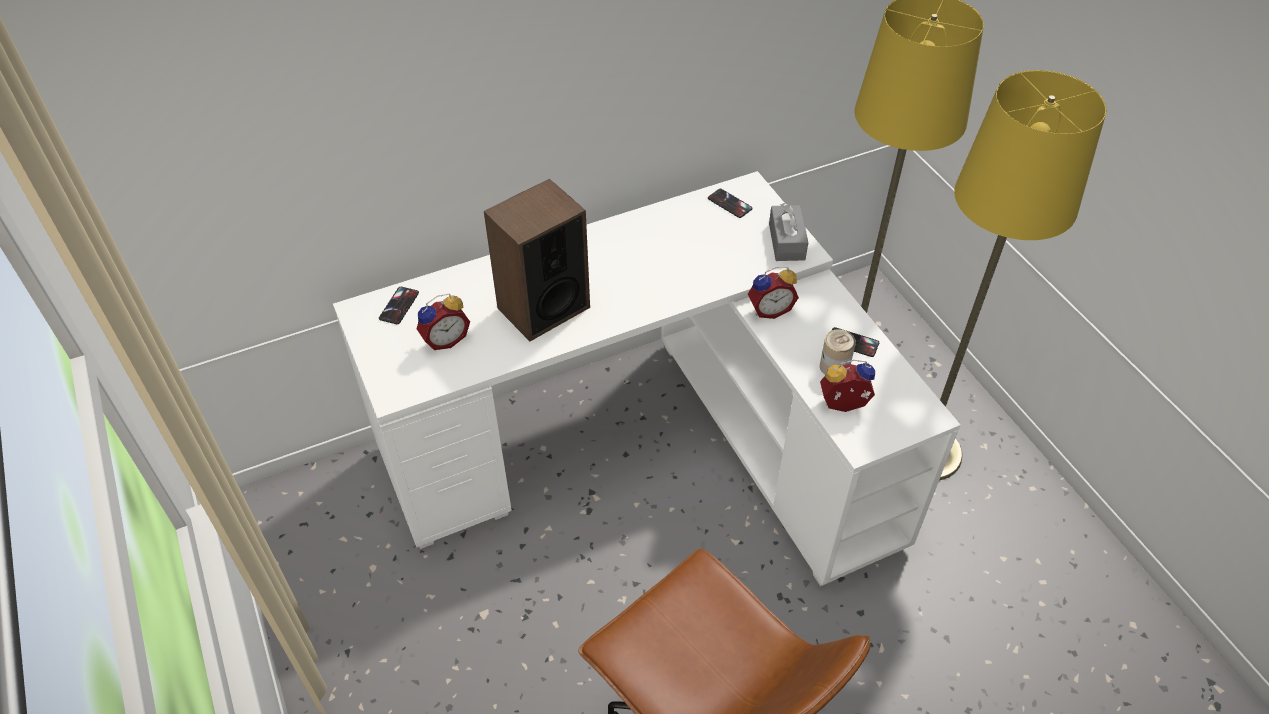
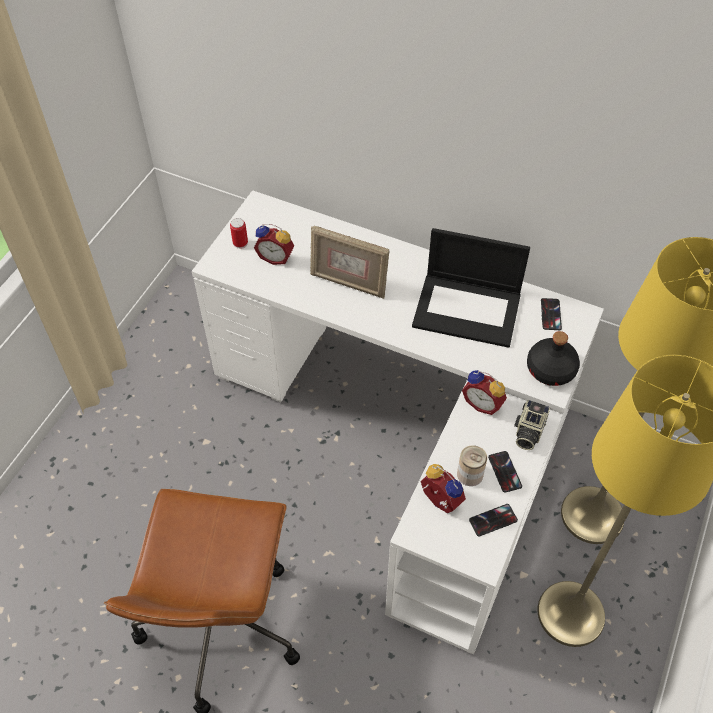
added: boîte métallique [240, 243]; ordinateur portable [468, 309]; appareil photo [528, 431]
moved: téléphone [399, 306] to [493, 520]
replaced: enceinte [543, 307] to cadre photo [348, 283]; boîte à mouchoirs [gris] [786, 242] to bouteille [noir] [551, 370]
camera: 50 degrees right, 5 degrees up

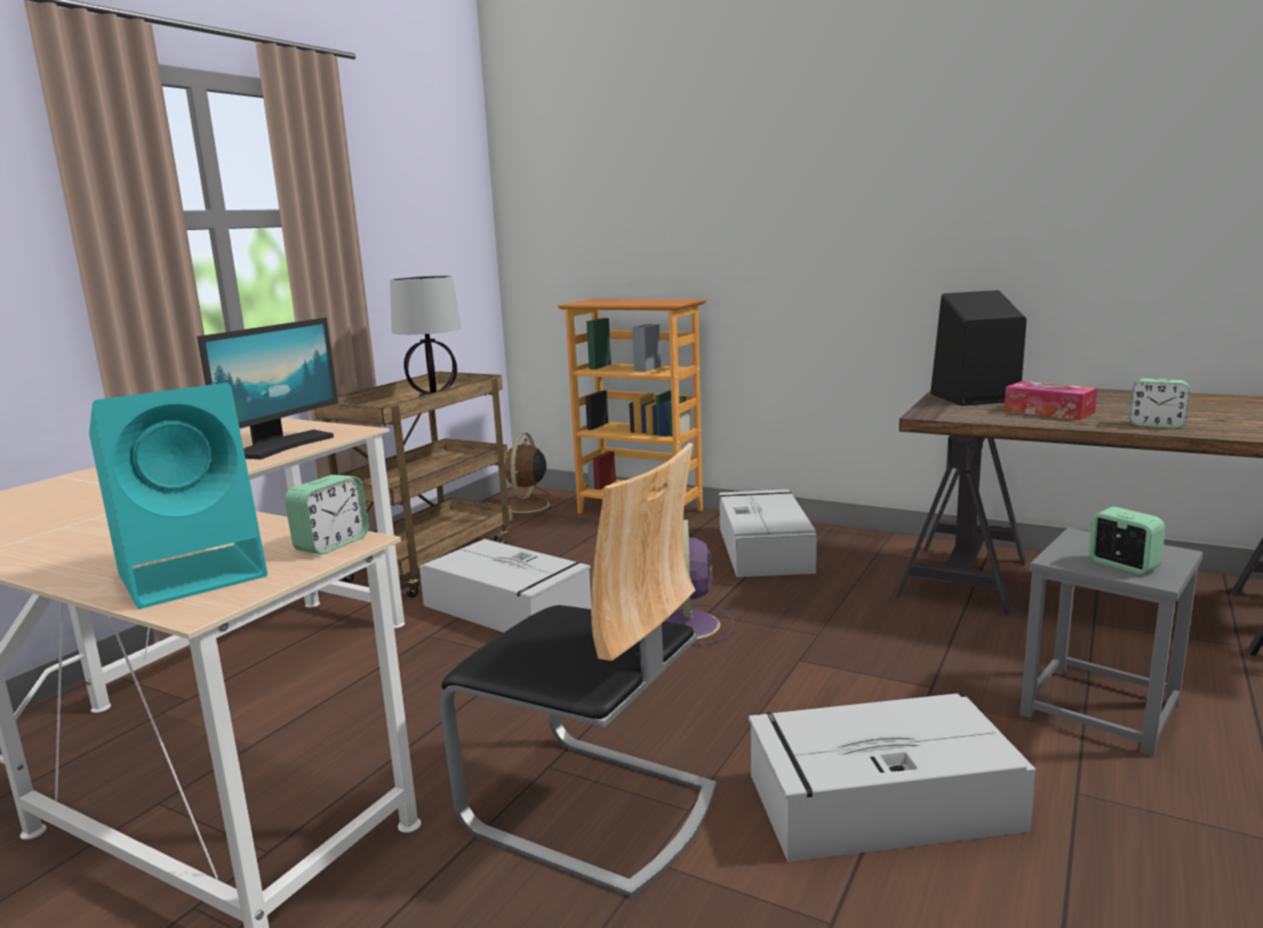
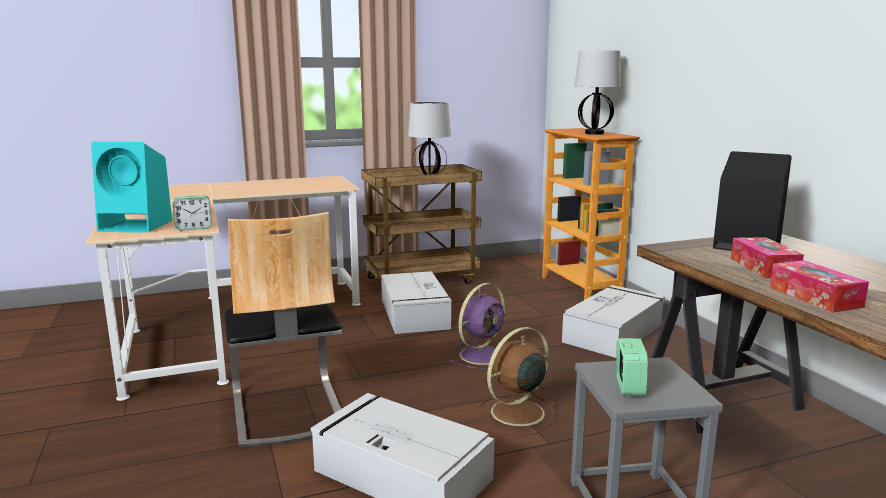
removed: écran d'ordinateur [282, 446]
added: lampe de table [595, 133]
moved: ventilateur [marron] [526, 507] to [515, 413]
replaced: réveil [1156, 425] to boîte à mouchoirs [815, 297]
camera: 40 degrees right, 0 degrees up

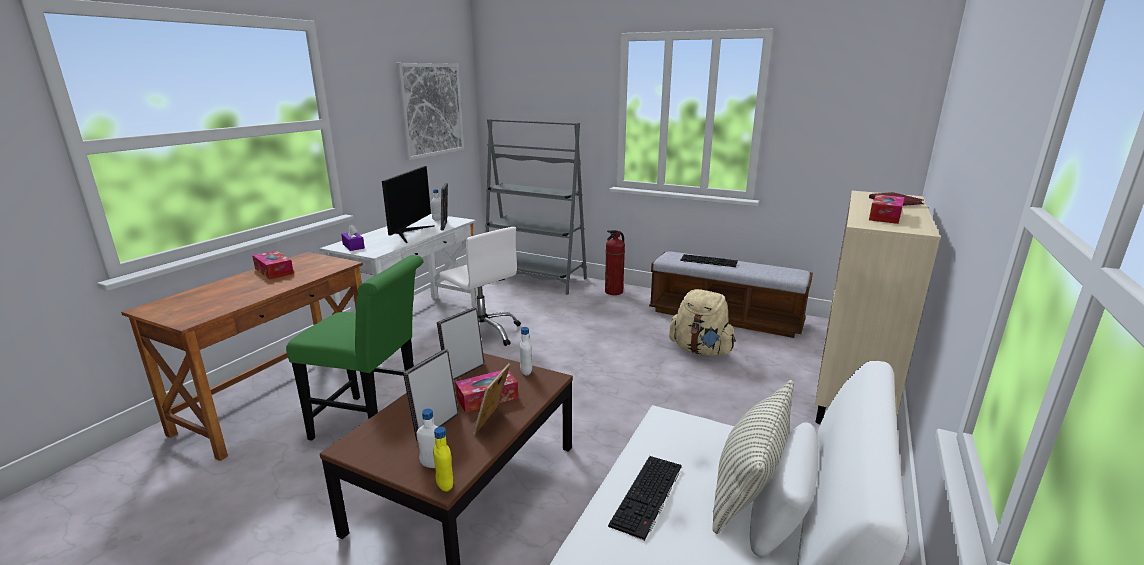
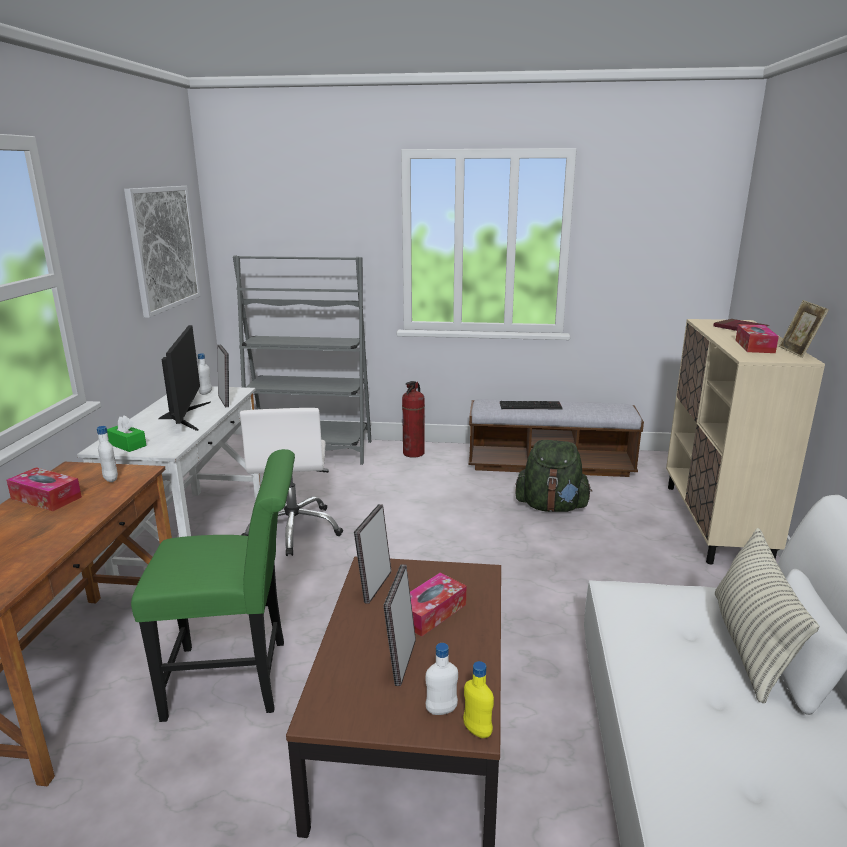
removed: clavier [648, 496]
moved: bouteille [blanc] [526, 372] to [111, 479]; cadre photo [493, 422] to [797, 352]
recoloured: boîte à mouchoirs [violet] [353, 246] to boîte à mouchoirs [vert] [127, 445]; sac à dos [beige] [700, 350] to sac à dos [vert] [551, 507]
turned: chaise de bureau [blanc] [483, 333] = [294, 529] 60 degrees clockwise
camera: 20 degrees left, 0 degrees up

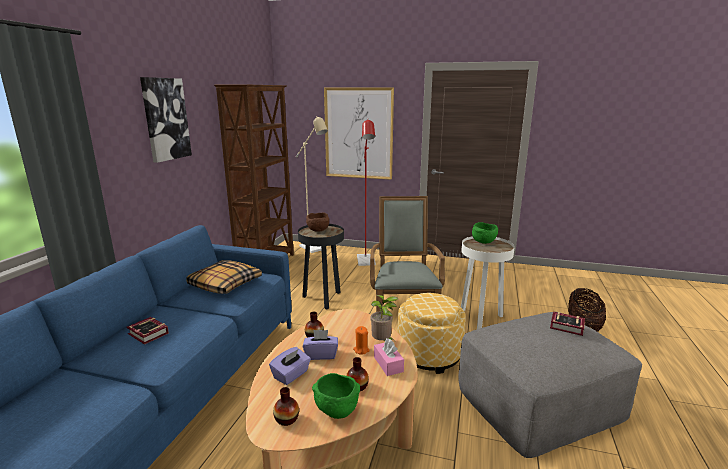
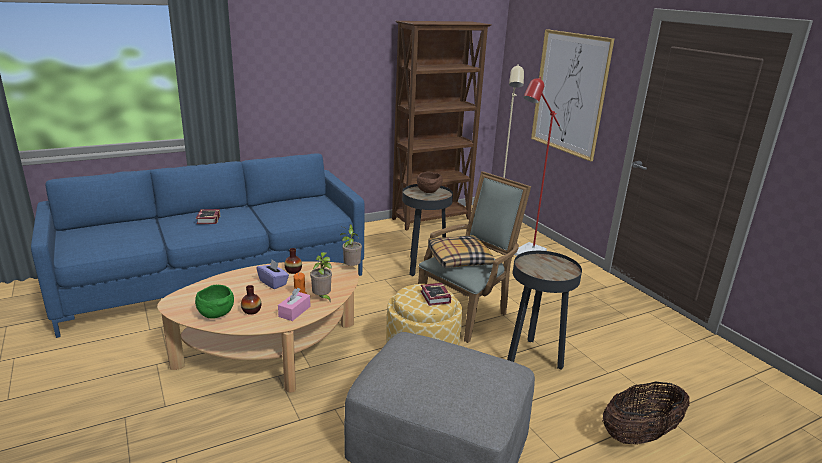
removed: tableau [165, 119]; boîte à mouchoirs [violet] [291, 375]; vase [286, 419]; bol [vert] [484, 242]
added: plante en pot [351, 268]
moved: livre [568, 327] to [435, 298]; coussin [224, 284] to [458, 259]
recoloured: table d'appoint [blanc] [480, 319] to table d'appoint [noir] [533, 358]
camera: 45 degrees right, 5 degrees up

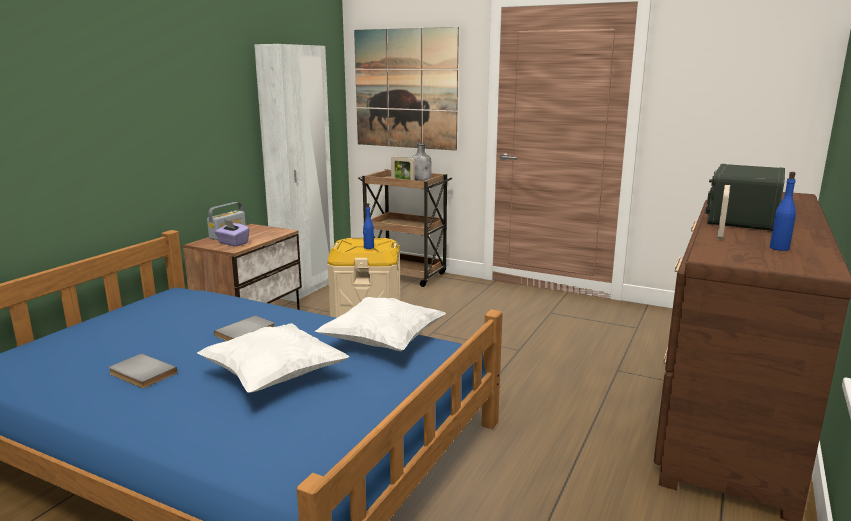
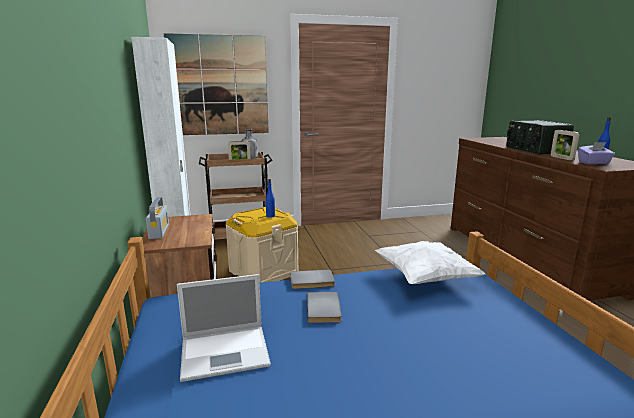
removed: coussin [blanc] [275, 378]
added: ordinateur portable [226, 352]
moved: livre [gris] [140, 374] to [312, 281]; boîte à mouchoirs [violet] [232, 243] to [594, 163]
camera: 40 degrees left, 0 degrees up

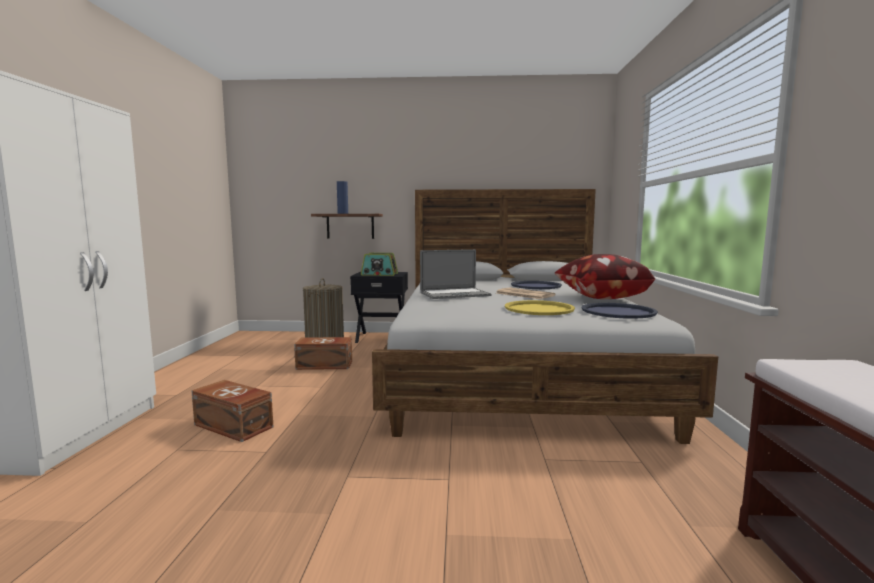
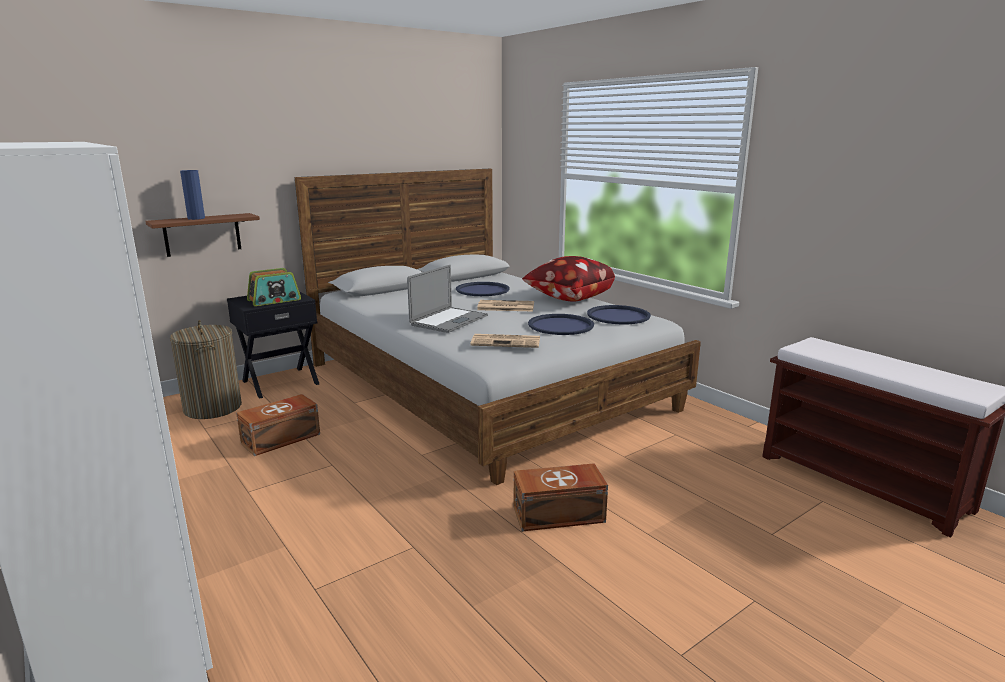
added: journal [507, 342]
moved: boîte de rangement [marron] [233, 426] to [560, 515]
recoloured: plateau [jaune] [539, 309] to plateau [bleu] [561, 325]
camera: 40 degrees left, 10 degrees up

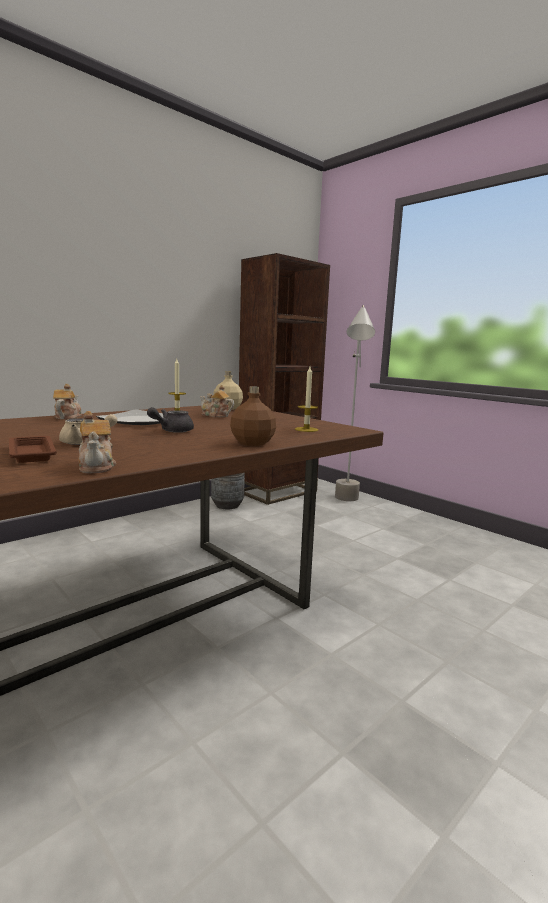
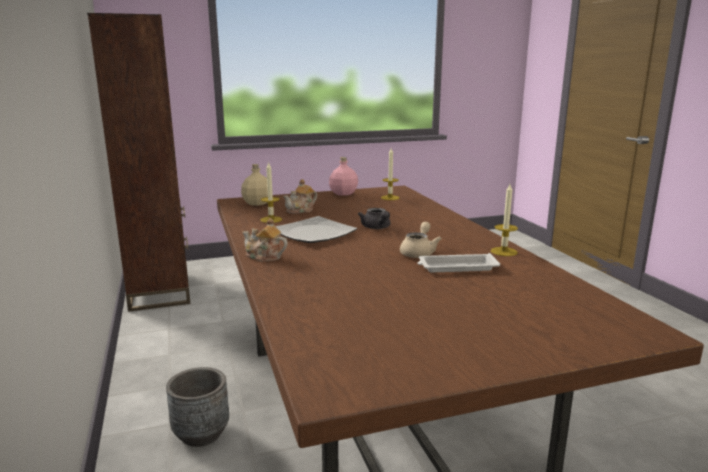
removed: bouteille [marron] [252, 443]; lampadaire [gris] [347, 503]
added: bouteille [rose] [343, 193]
moved: cache-pot [gris] [227, 505] to [201, 433]
replaced: théière [97, 466] to bougie [504, 251]
recoloured: plateau [marron] [32, 453] to plateau [blanc] [456, 267]
camera: 65 degrees left, 5 degrees up

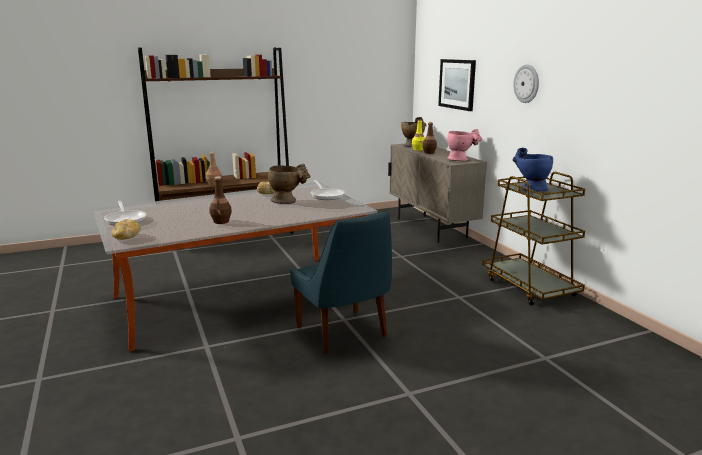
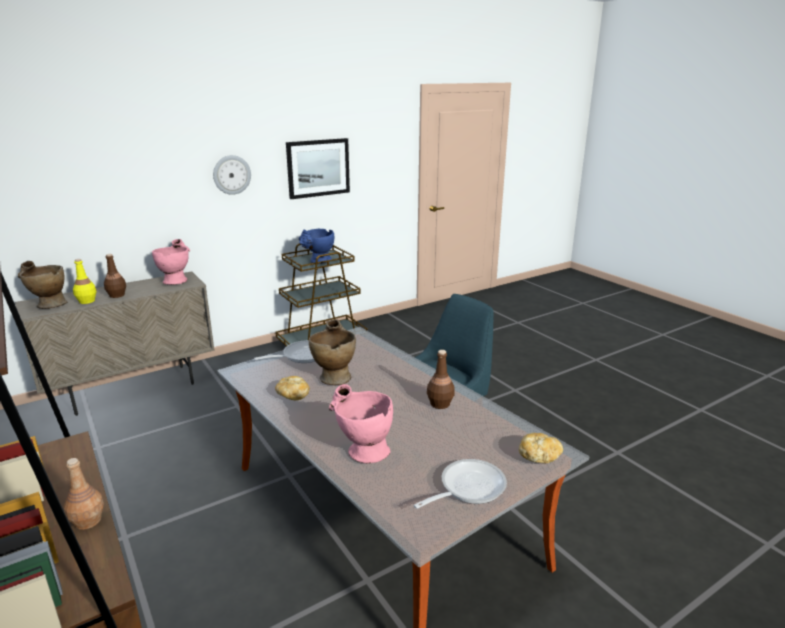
added: vase [rose] [361, 451]
moved: tableau [457, 84] to [318, 168]
camera: 100 degrees left, 5 degrees up

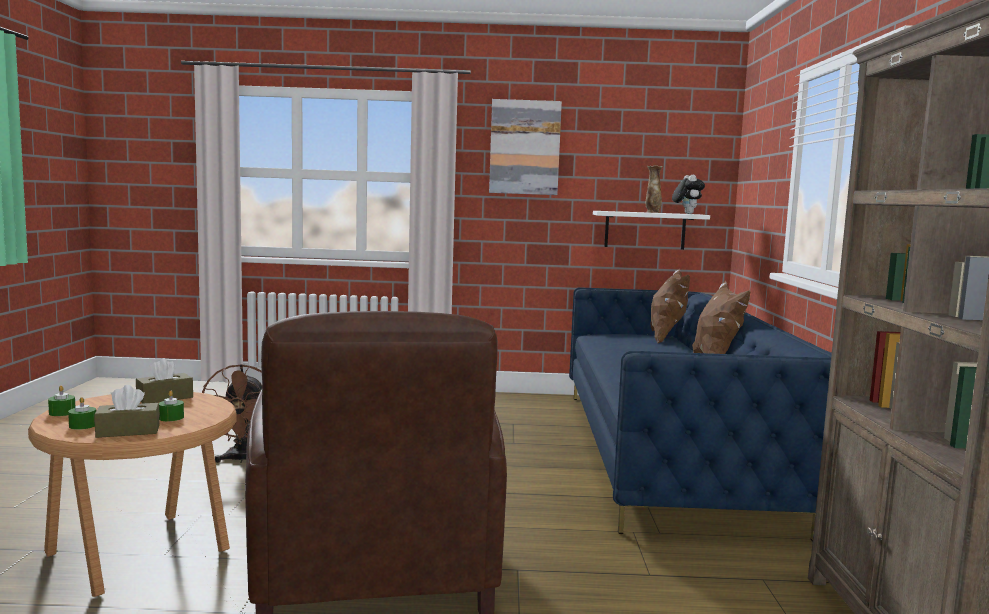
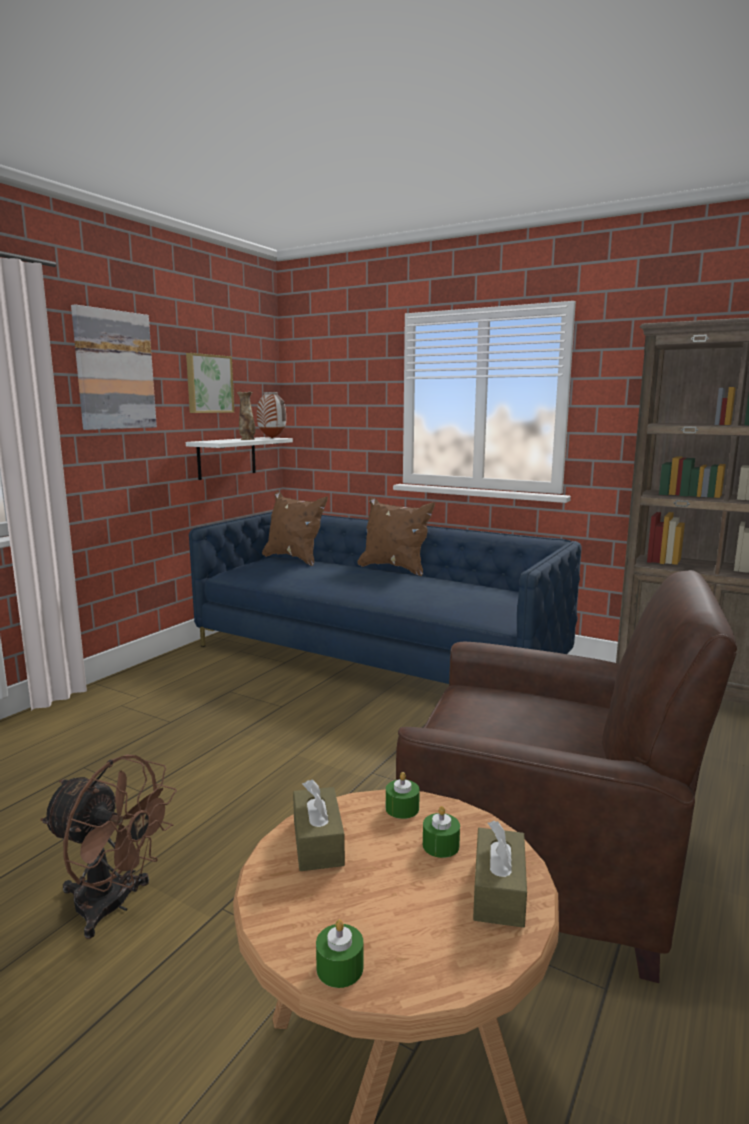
added: tableau [208, 384]
moved: bougie [vert] [83, 425] to [402, 808]
replaced: peluche [686, 213] to vase [271, 438]
camera: 60 degrees left, 5 degrees up

